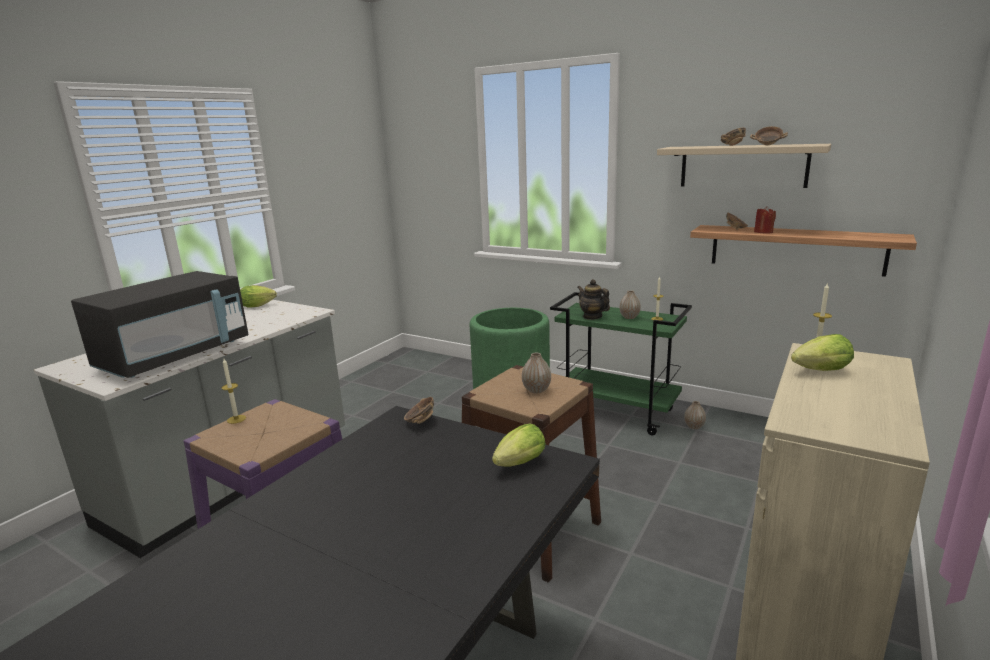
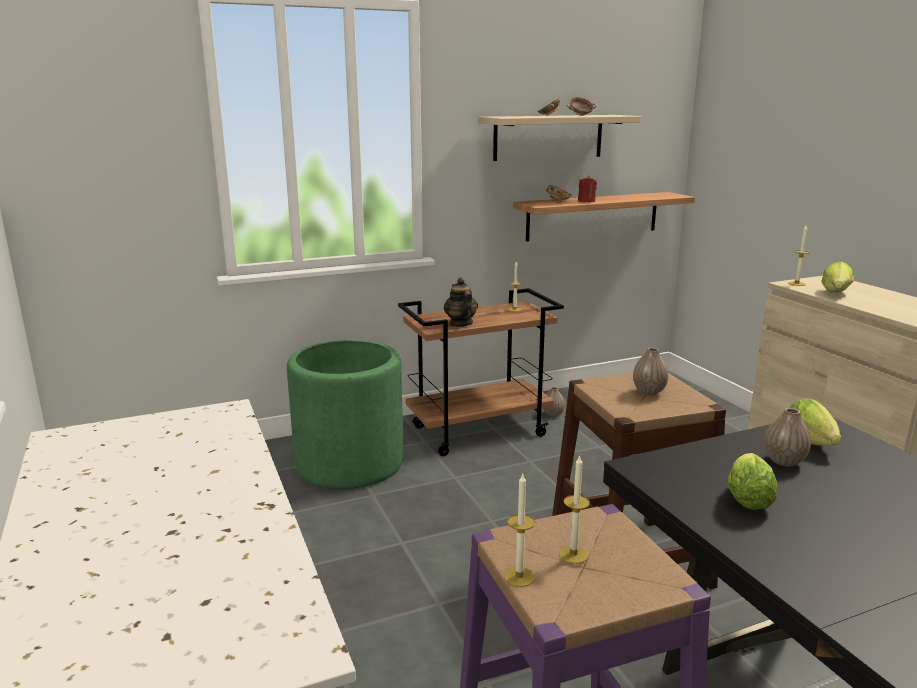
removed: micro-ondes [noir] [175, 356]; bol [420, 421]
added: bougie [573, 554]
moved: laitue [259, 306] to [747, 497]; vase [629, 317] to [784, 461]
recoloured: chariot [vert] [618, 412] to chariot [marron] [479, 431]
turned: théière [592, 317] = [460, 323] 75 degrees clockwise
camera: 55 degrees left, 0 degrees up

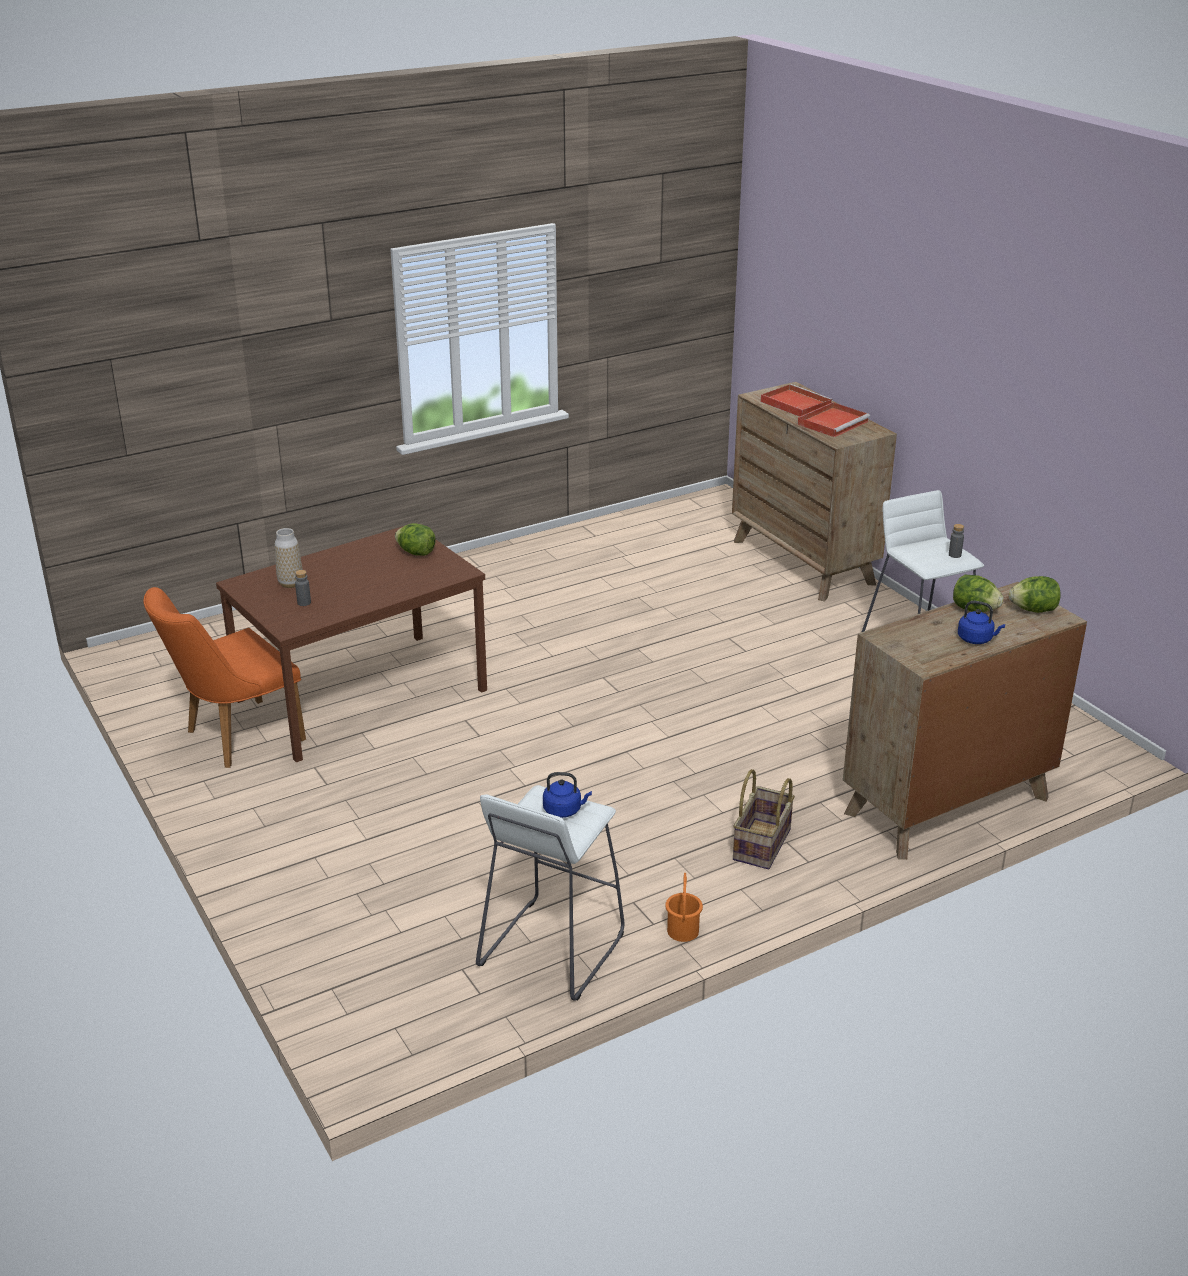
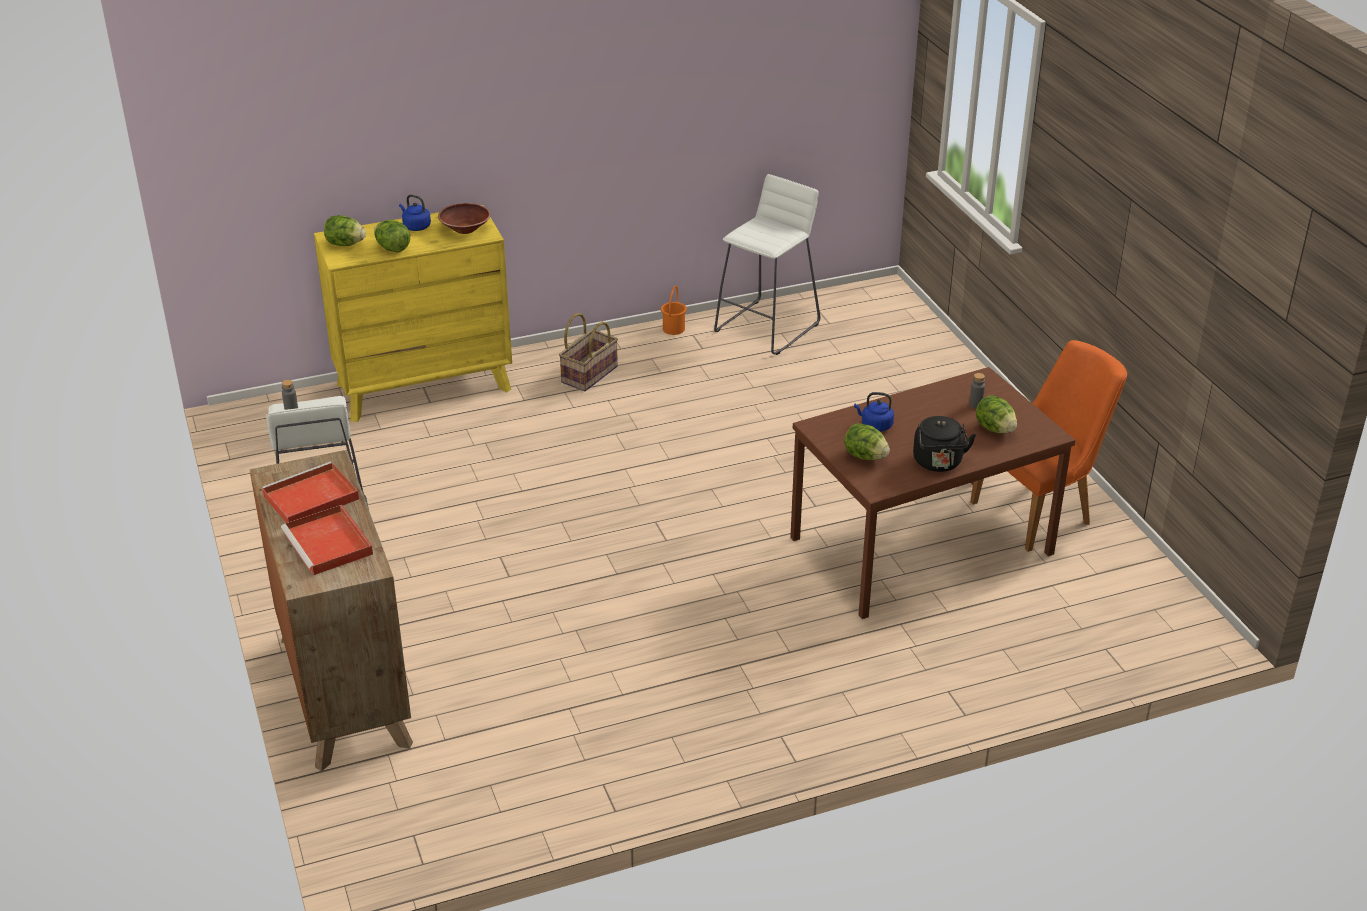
added: bol [marron] [465, 229]; bouilloire [noir] [938, 463]
moved: bouilloire [bleu] [564, 810] to [875, 425]
replaced: vase [290, 583] to laitue [995, 429]
recoloured: commode [marron] [947, 806] to commode [jaune] [424, 387]
camera: 170 degrees left, 5 degrees up

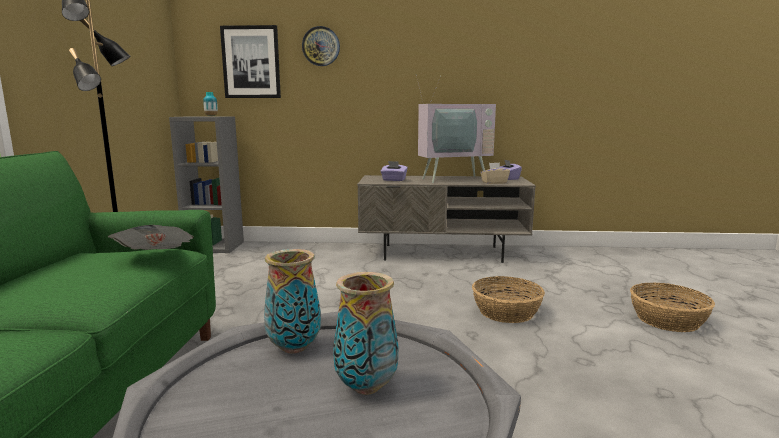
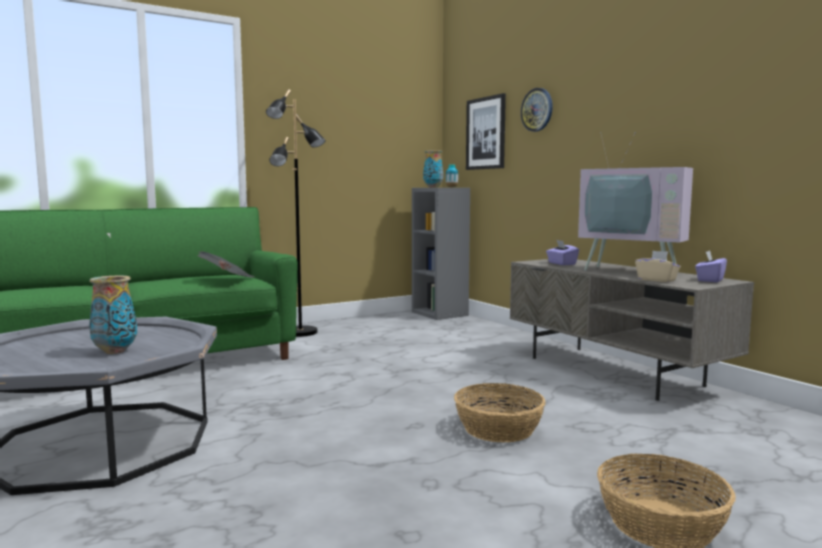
moved: vase [293, 348] to [432, 187]
camera: 55 degrees right, 5 degrees down

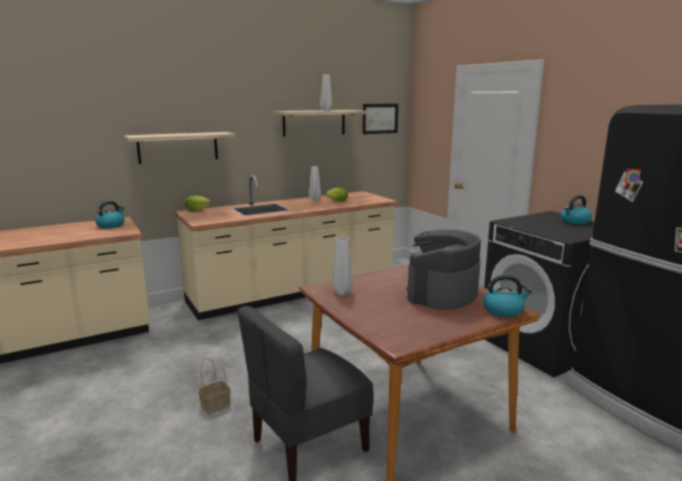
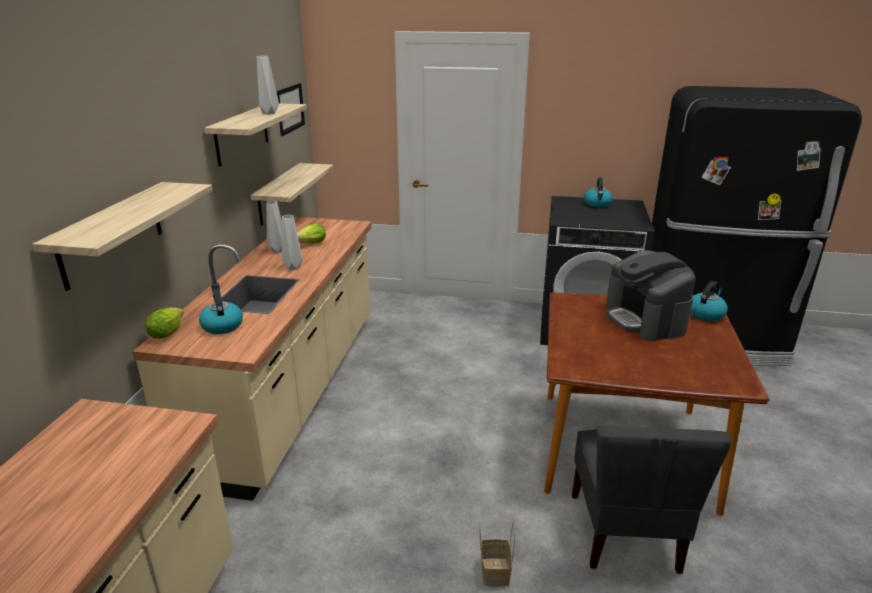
added: étagère [278, 193]
moved: bouilloire [111, 225] to [222, 326]; vase [gris] [342, 293] to [294, 267]
camera: 50 degrees left, 10 degrees up

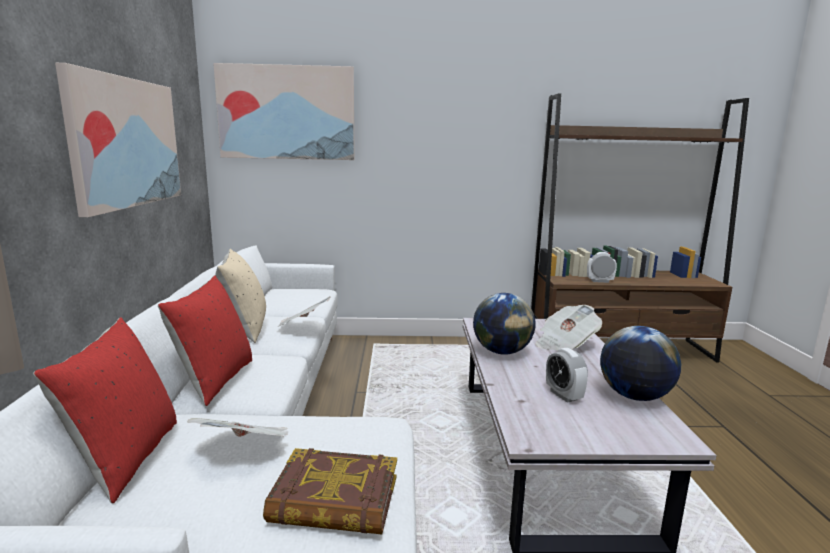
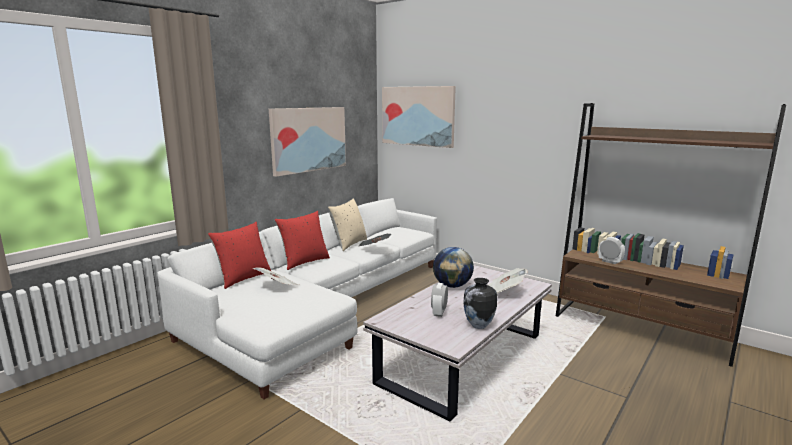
removed: livre [334, 500]
replaced: globe [634, 396] to vase [478, 326]
camera: 40 degrees right, 0 degrees up

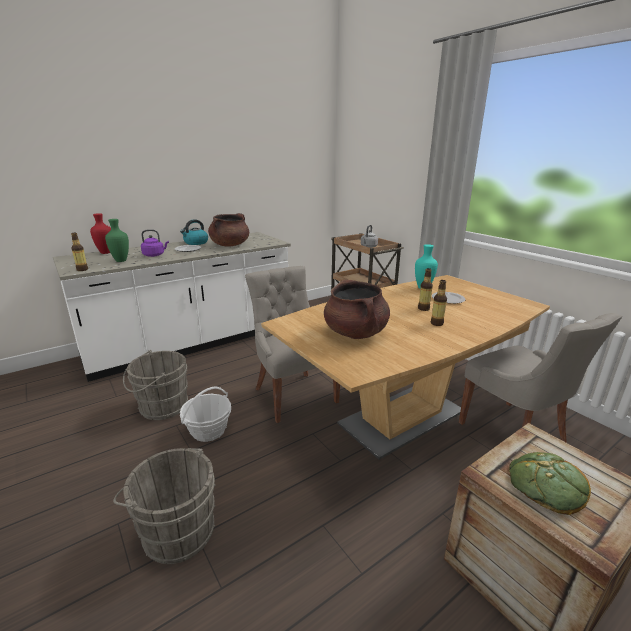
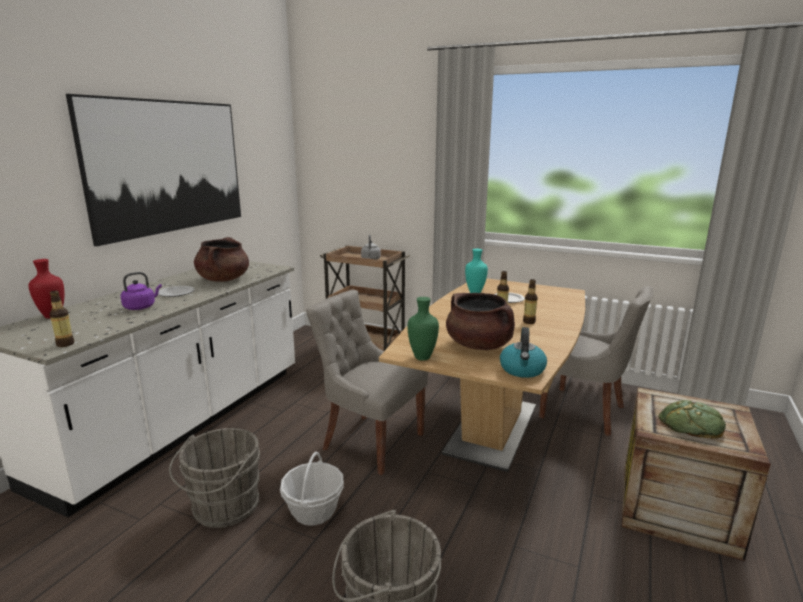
added: tableau [168, 167]
moved: vase [vert] [120, 261] to [421, 358]; bouilloire [195, 243] to [522, 370]
camera: 30 degrees left, 5 degrees down

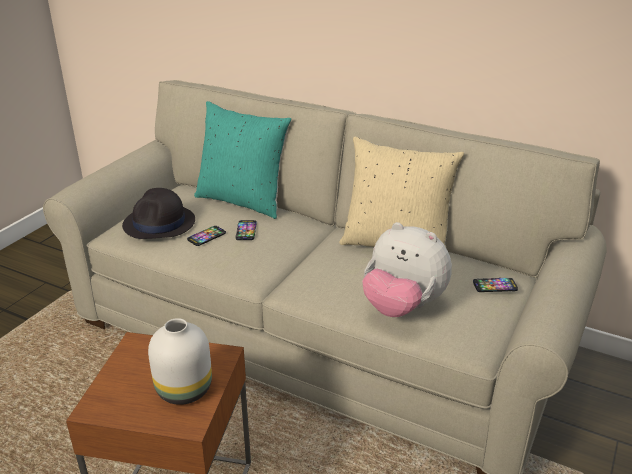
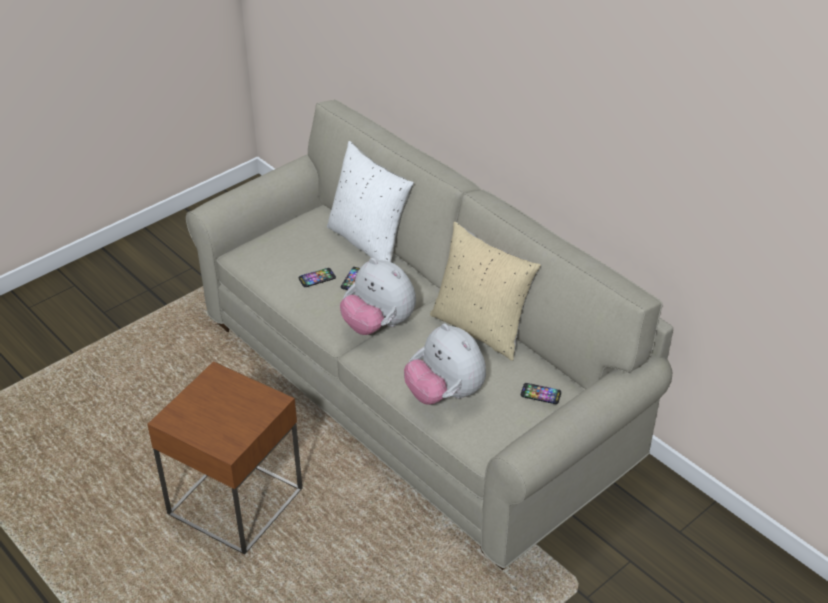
removed: chapeau [noir] [159, 224]; vase [blanc] [182, 390]
added: peluche [378, 325]
recoloured: coussin [turquoise] [243, 201] to coussin [blanc] [369, 242]
camera: 20 degrees right, 10 degrees up

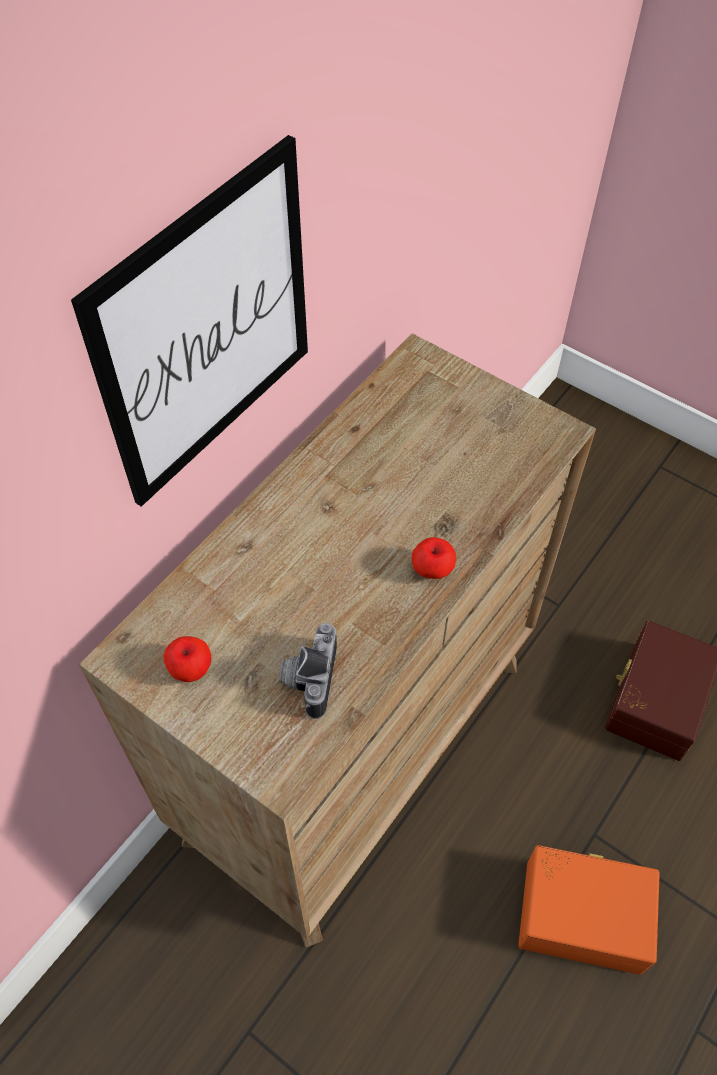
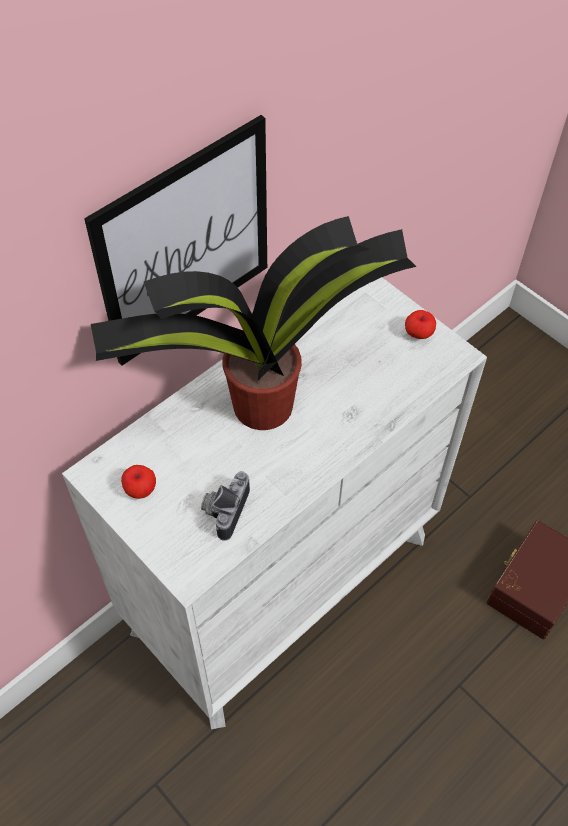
removed: boîte de rangement [orange] [583, 912]
added: plante en pot [259, 406]
moved: pomme [432, 570] to [418, 334]
recoloured: commode [marron] [358, 746] to commode [blanc] [282, 582]
camera: 10 degrees right, 0 degrees up

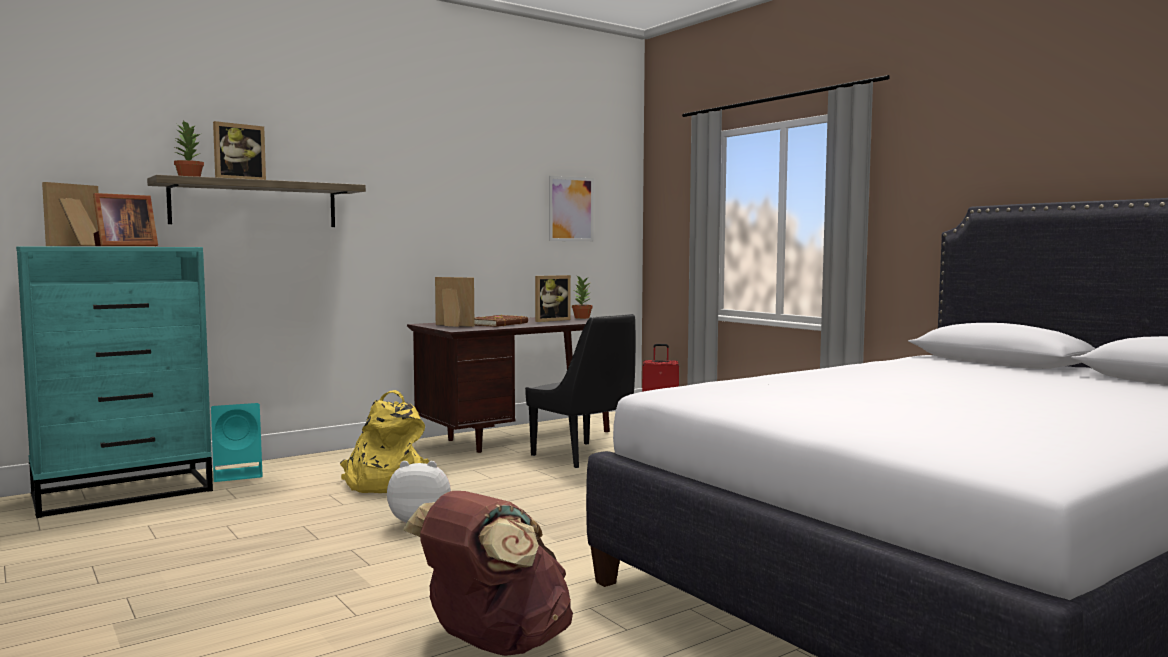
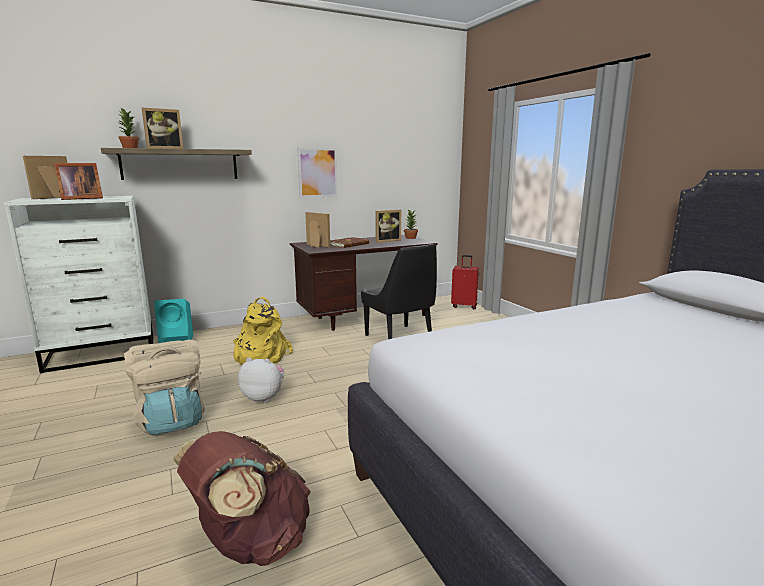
added: sac à dos [beige] [171, 420]
moved: tableau [571, 209] to [318, 172]
recoloured: commode [turquoise] [125, 492] to commode [blanc] [103, 353]
camera: 10 degrees right, 10 degrees up

